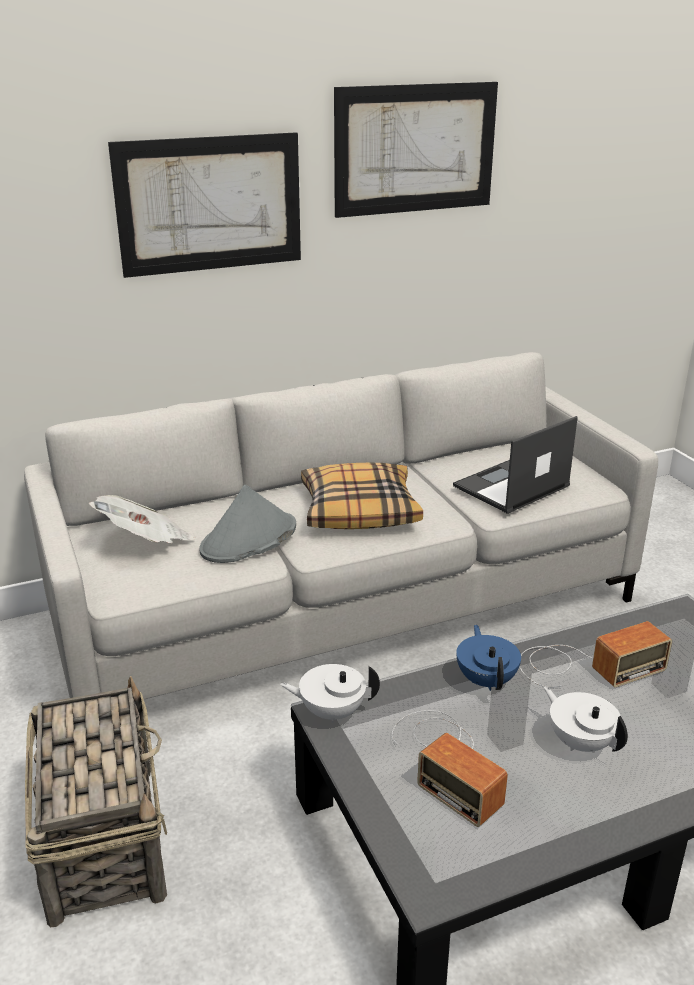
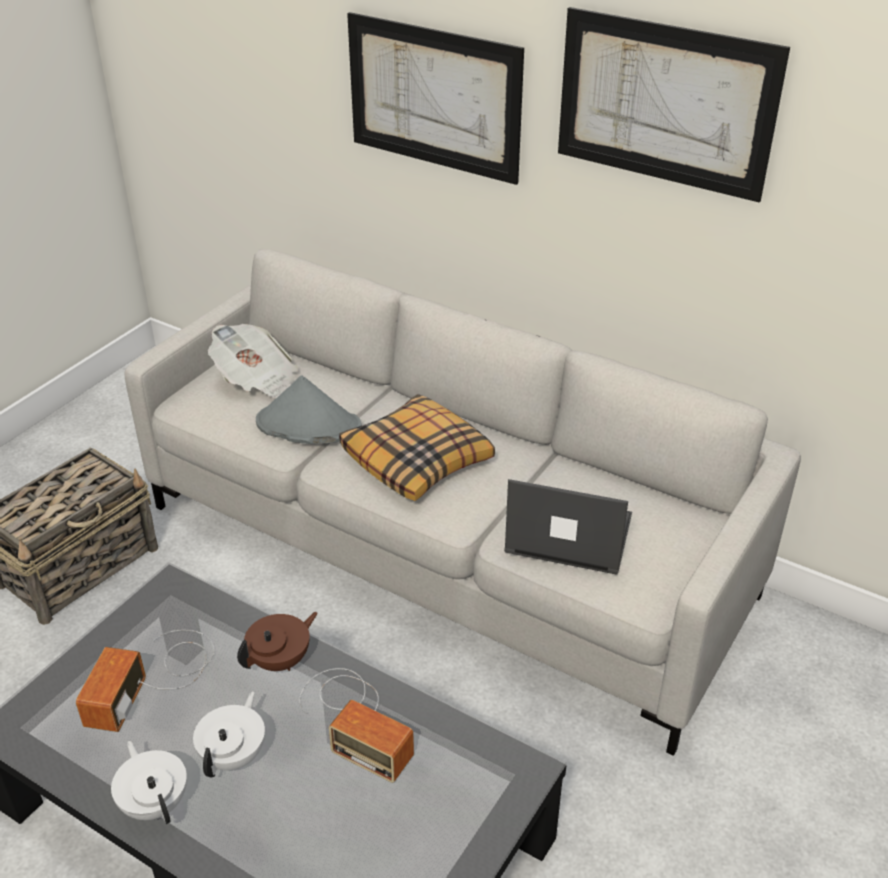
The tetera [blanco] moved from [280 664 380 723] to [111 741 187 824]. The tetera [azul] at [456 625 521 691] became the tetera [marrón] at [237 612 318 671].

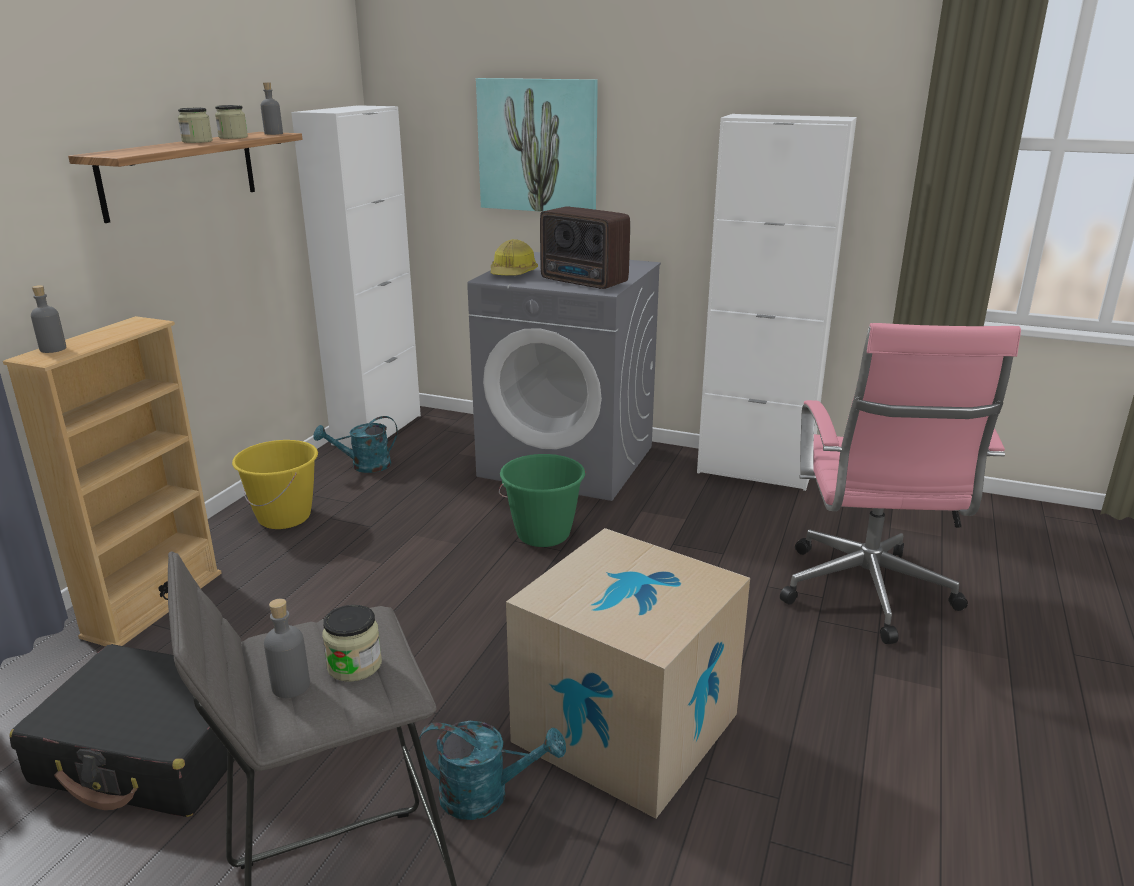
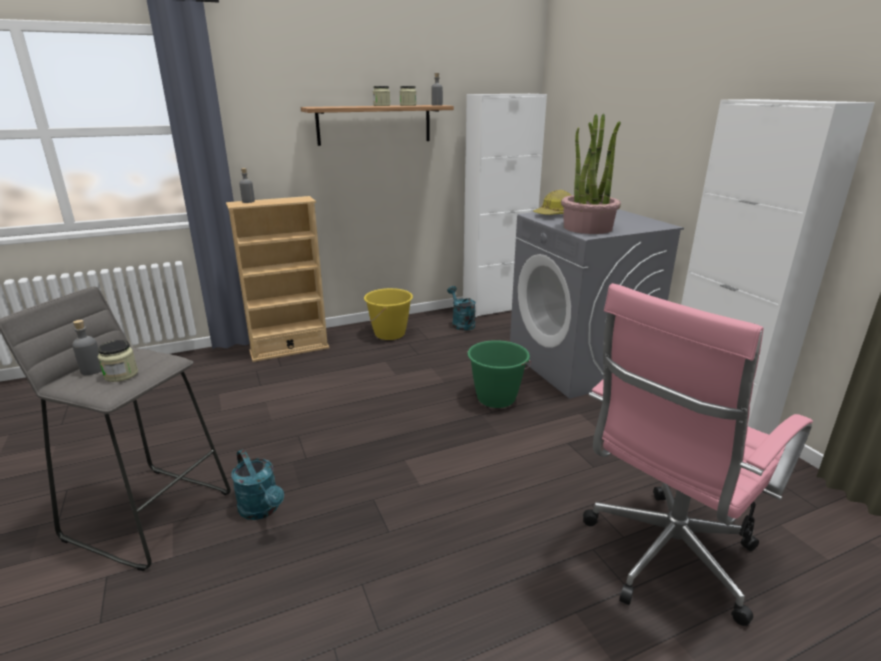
The maleta [negro] at [9 644 235 817] disappeared. The cuadro at [476 78 598 212] disappeared. The caja de cartón at [506 528 750 819] disappeared. The radio at [540 206 630 289] was replaced by the planta en maceta at [561 113 621 234]. The regadera [turquesa] at [313 416 398 473] turned 45 degrees clockwise.

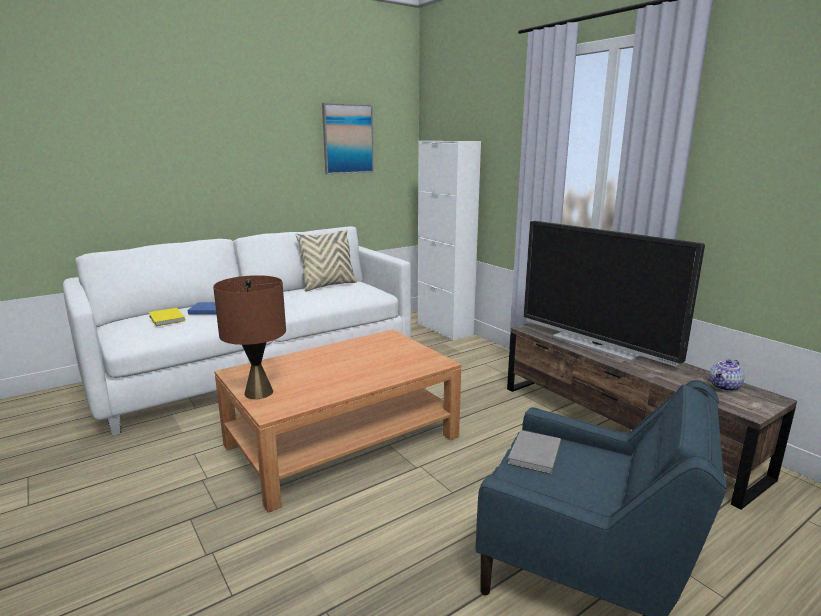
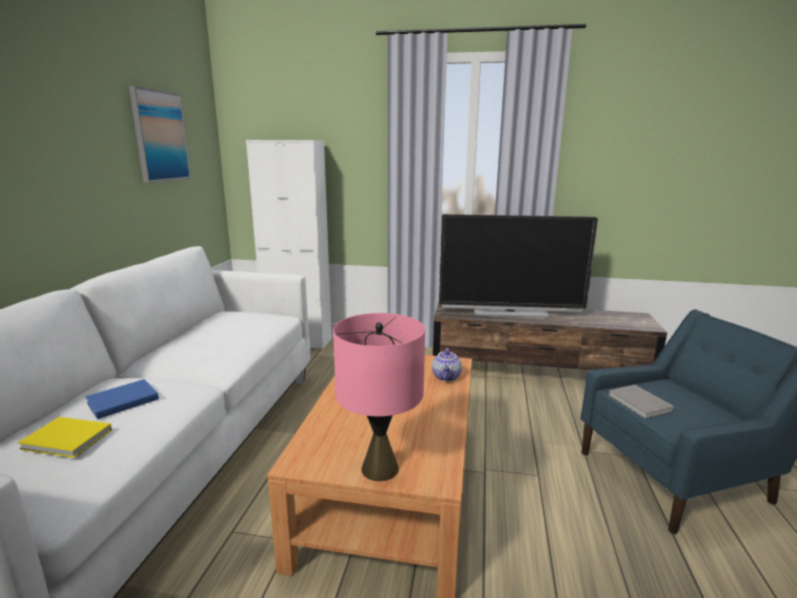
The cojín [beis] at [295 229 357 292] disappeared. The tetera moved from [709 359 744 392] to [432 348 462 381]. The lámpara de mesa [marrón] at [213 275 286 399] became the lámpara de mesa [rosa] at [333 313 425 481].

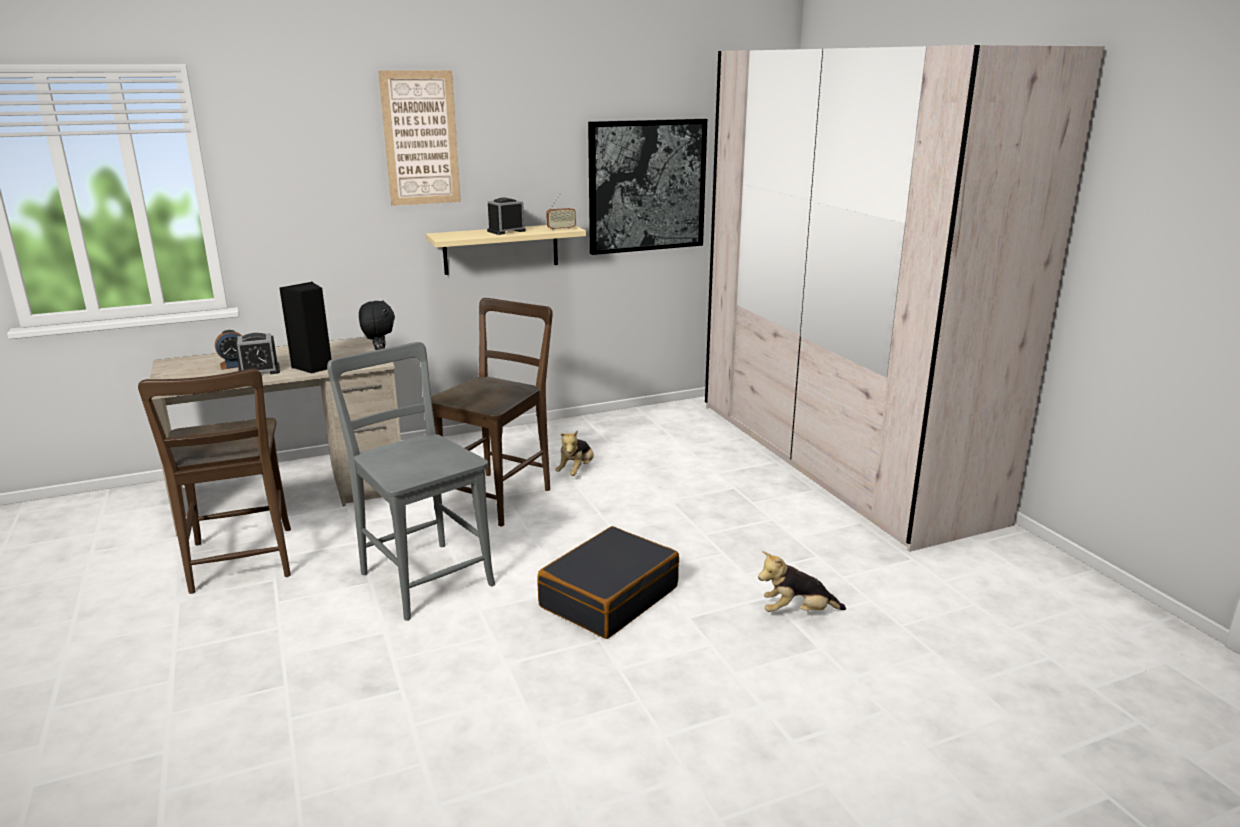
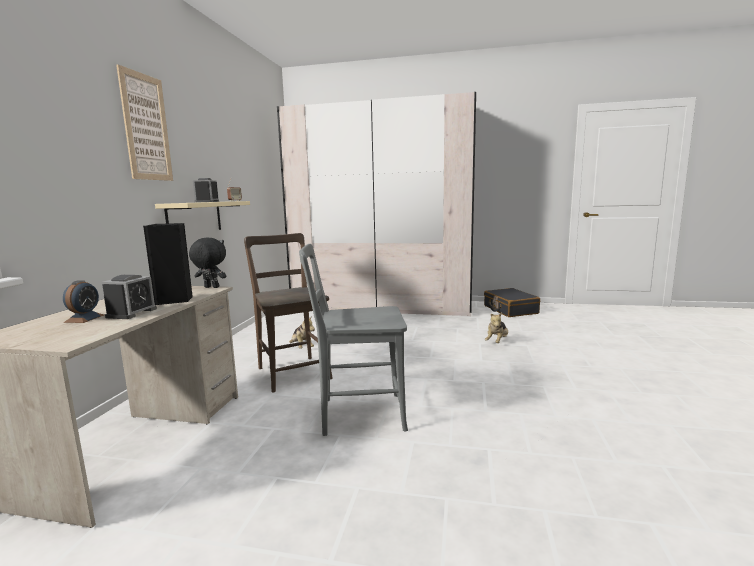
The silla [marrón] at [138 369 291 594] disappeared. The cuadro at [588 119 707 255] disappeared. The maleta [negro] moved from [537 526 679 639] to [484 288 540 317].

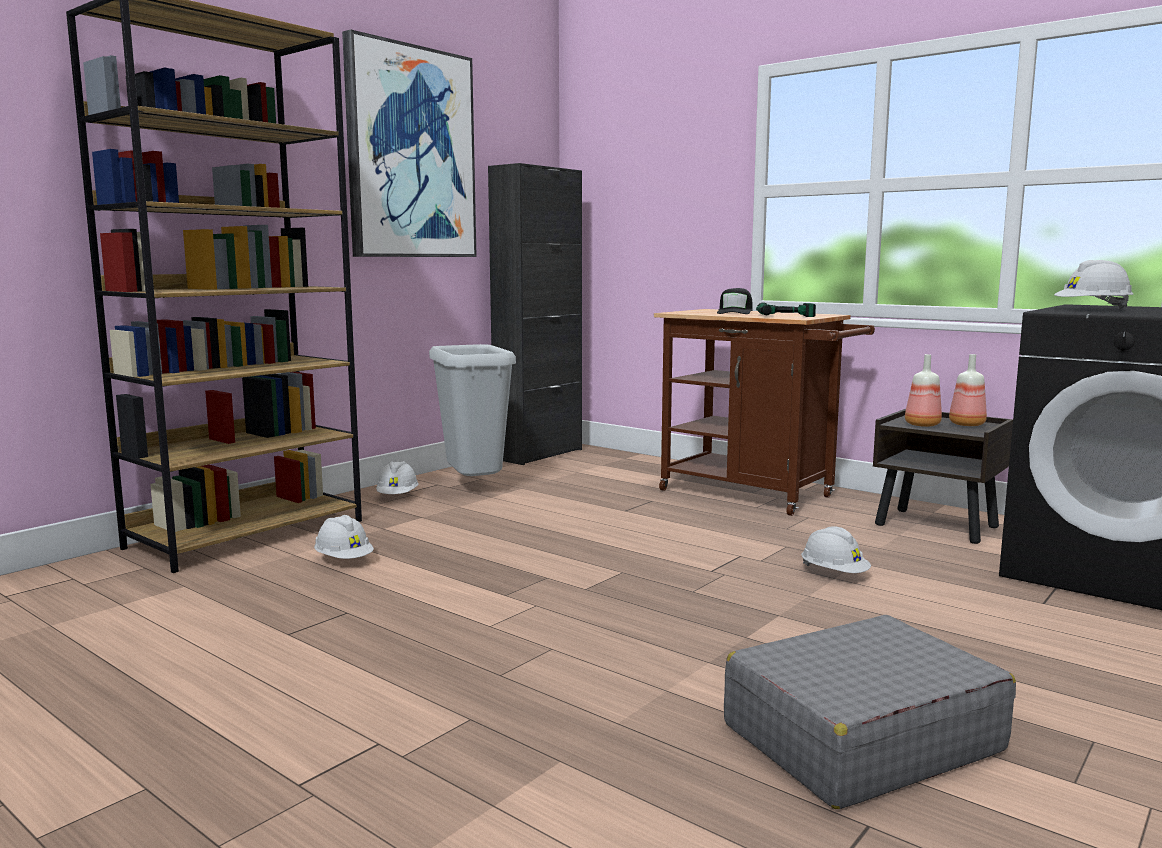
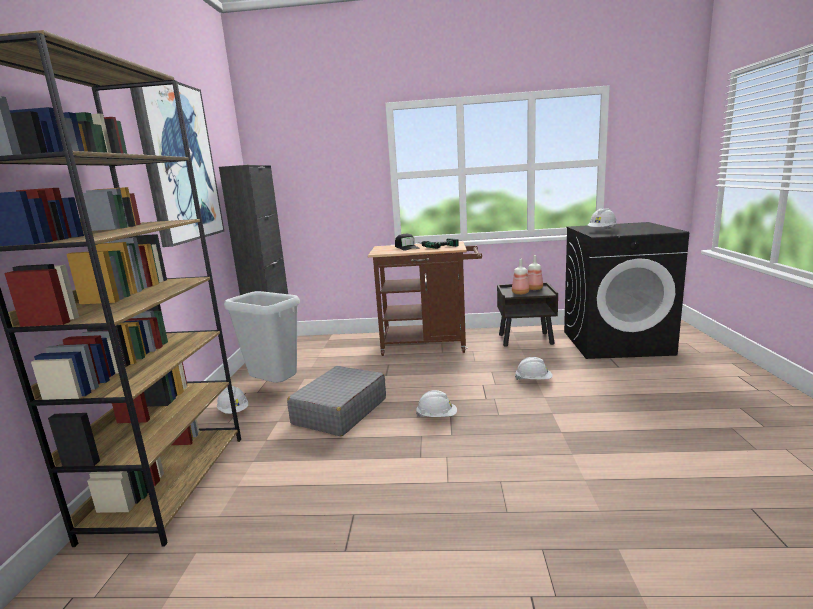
The casco [blanco] moved from [314 515 374 559] to [416 390 457 417]. The maleta [gris] moved from [724 615 1016 809] to [287 366 386 436].

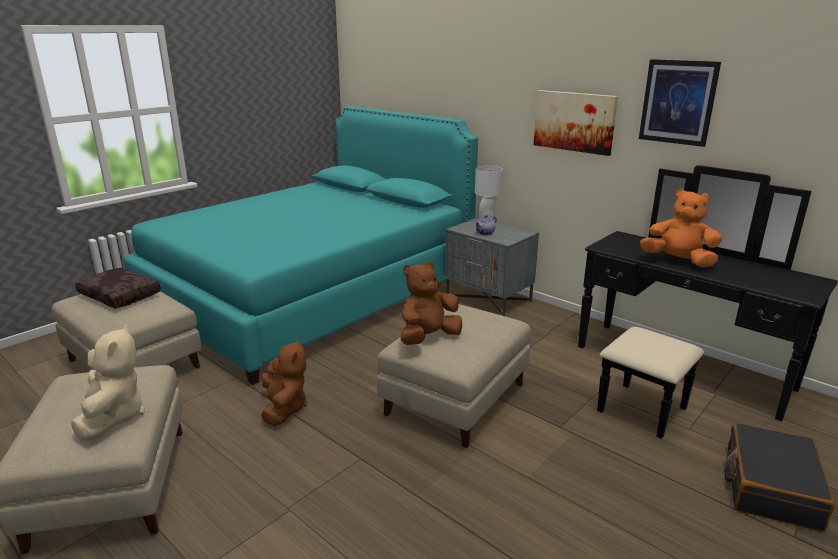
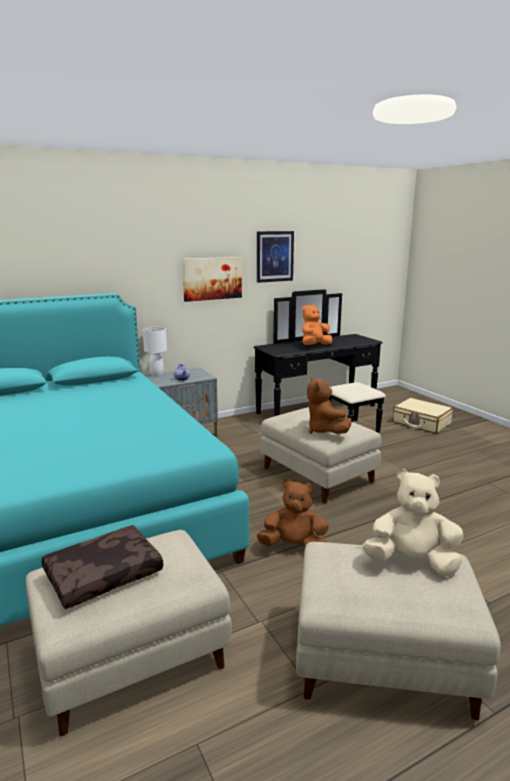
The maleta [negro] at [725 423 835 532] became the maleta [beis] at [393 398 453 433].

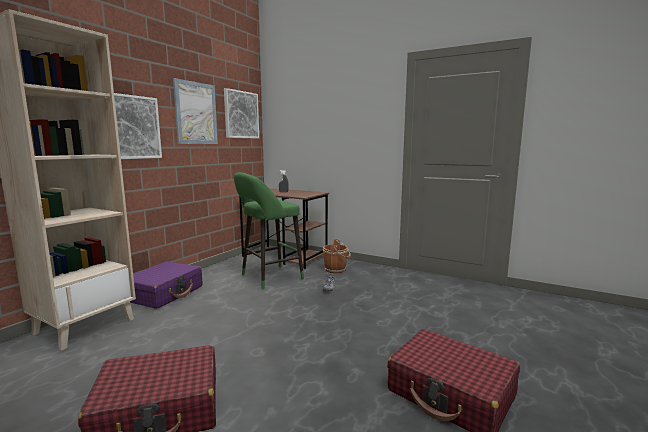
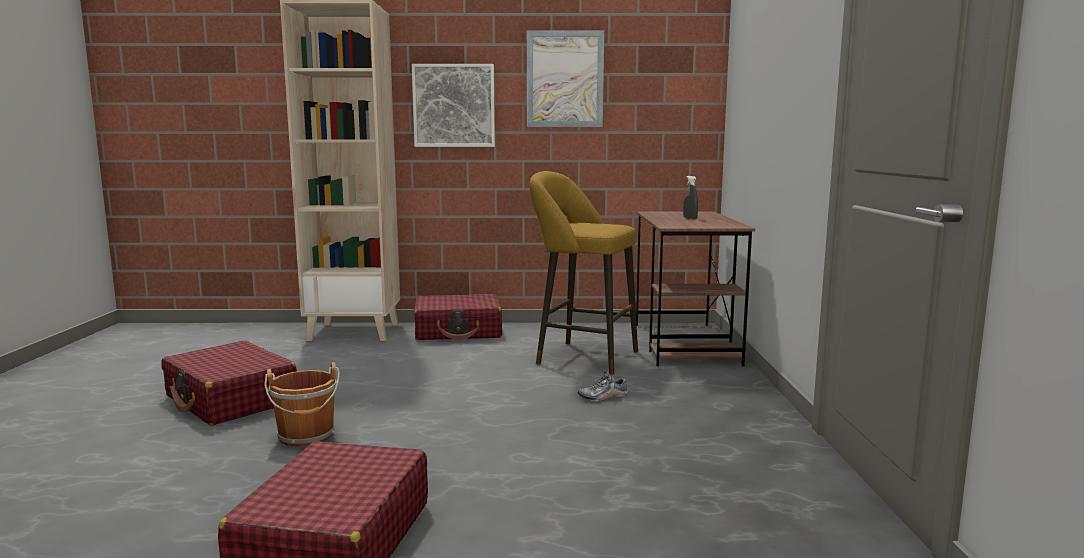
The cuadro at [224 88 259 138] disappeared. The cubo [marrón] moved from [323 239 351 273] to [264 362 340 447]. The maleta [morado] at [130 261 202 309] became the maleta [rojo] at [414 294 502 340]. The taburete [verde] at [234 172 304 289] became the taburete [amarillo] at [530 171 638 375].

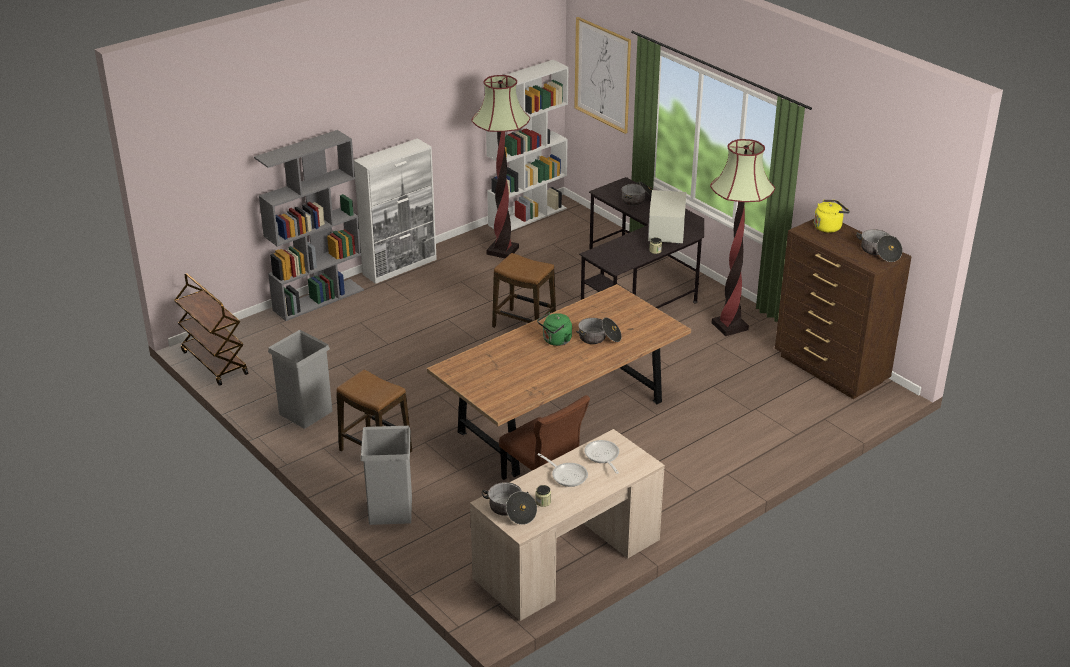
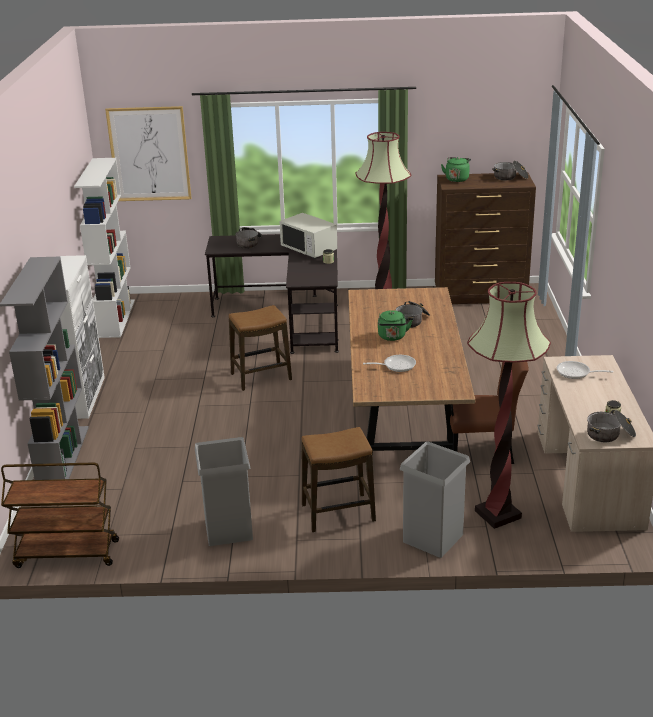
The lámpara de pie moved from [471 75 530 258] to [467 282 551 529]. The sartén moved from [537 453 588 487] to [363 355 416 372]. The hervidor [amarillo] at [814 200 850 233] became the hervidor [verde] at [441 157 471 182].

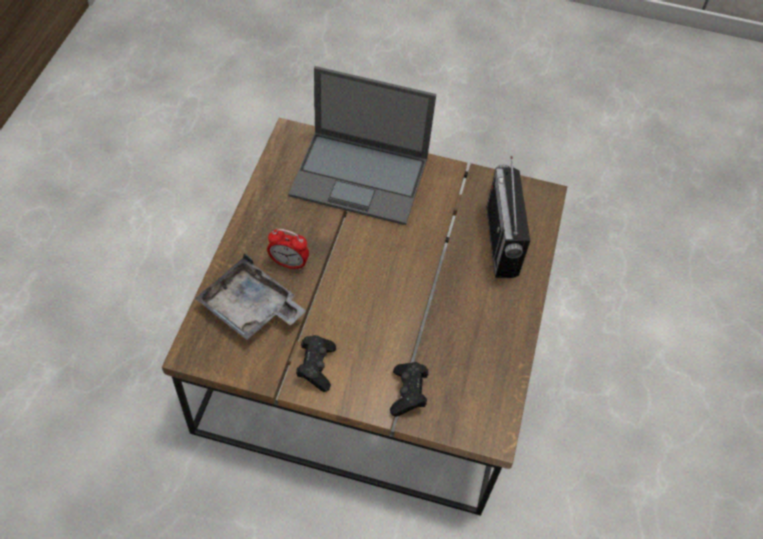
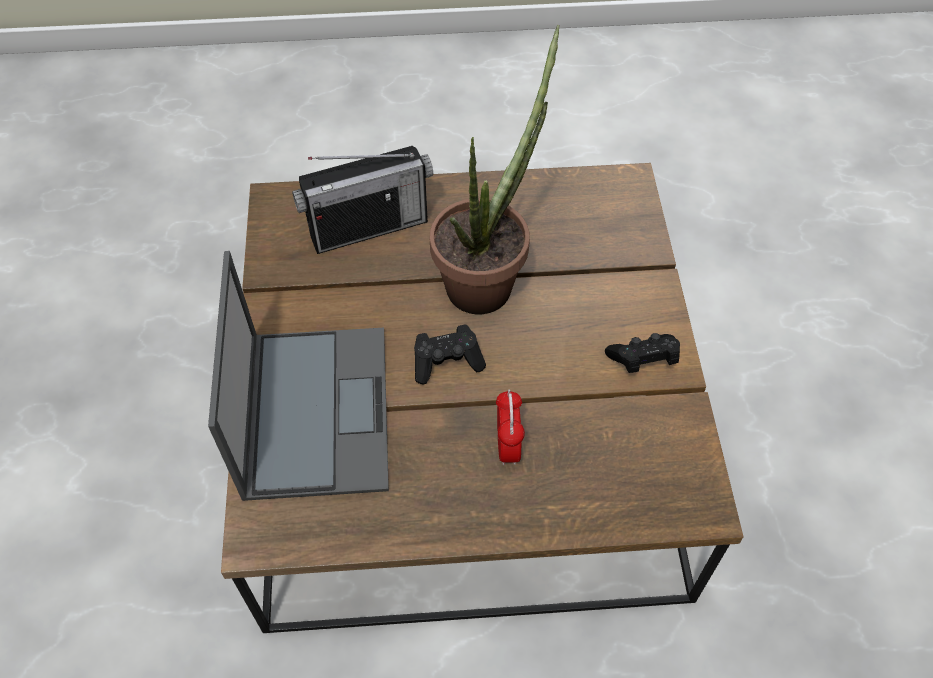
The bandeja [gris] at [195 253 306 340] disappeared. The planta en maceta at [430 25 560 314] appeared. The mando de consola [negro] moved from [390 362 428 417] to [414 324 486 384].

